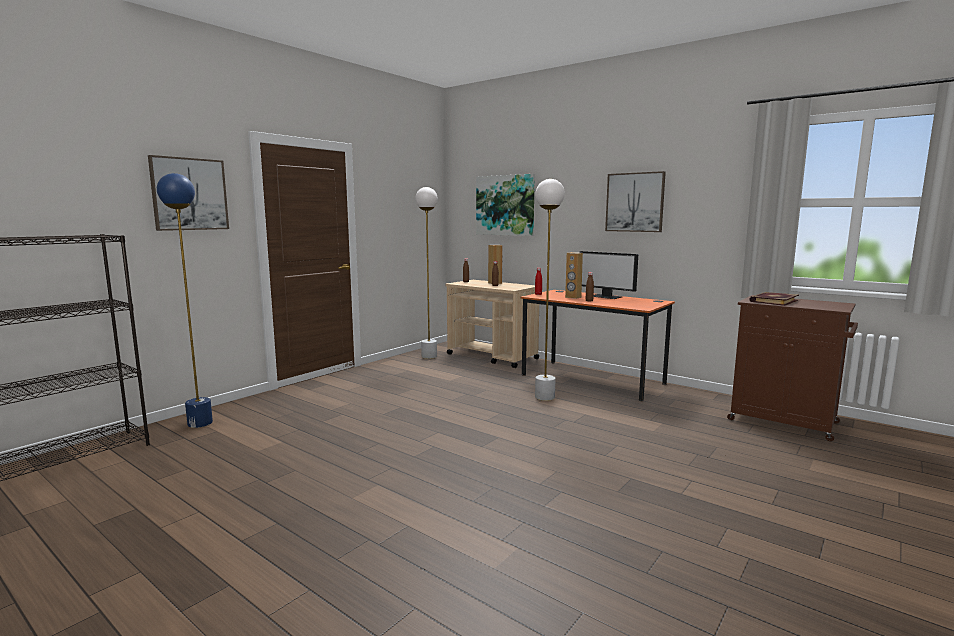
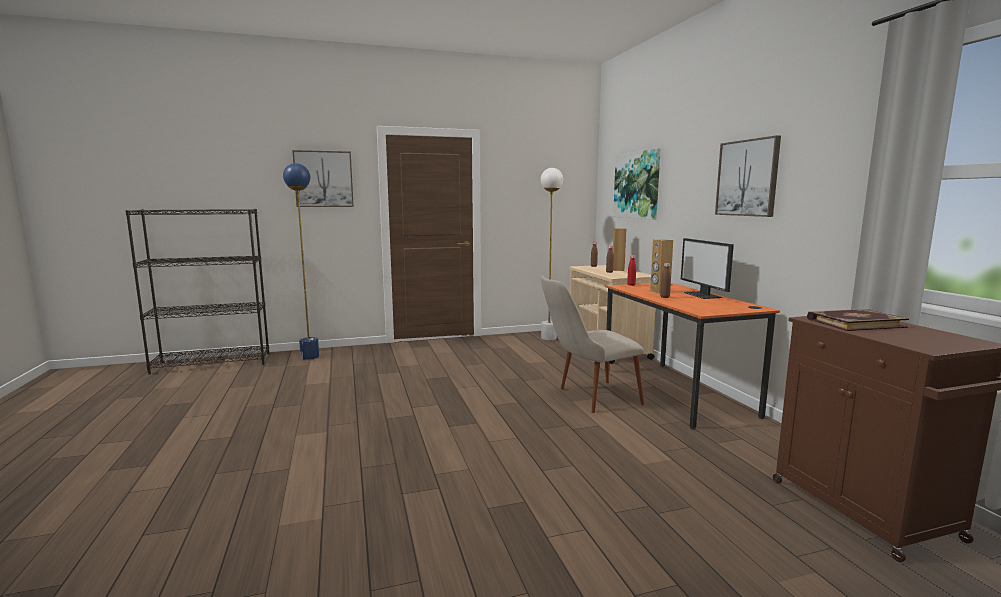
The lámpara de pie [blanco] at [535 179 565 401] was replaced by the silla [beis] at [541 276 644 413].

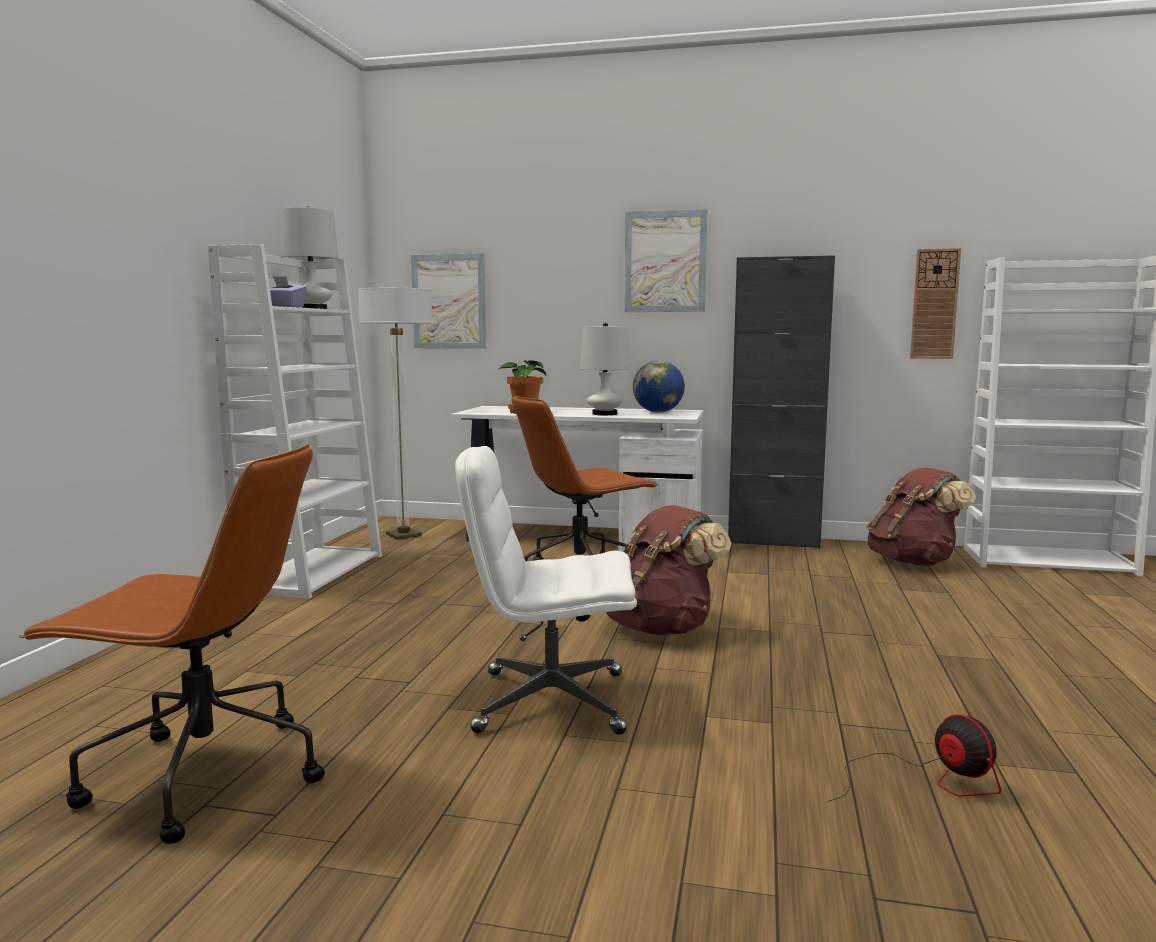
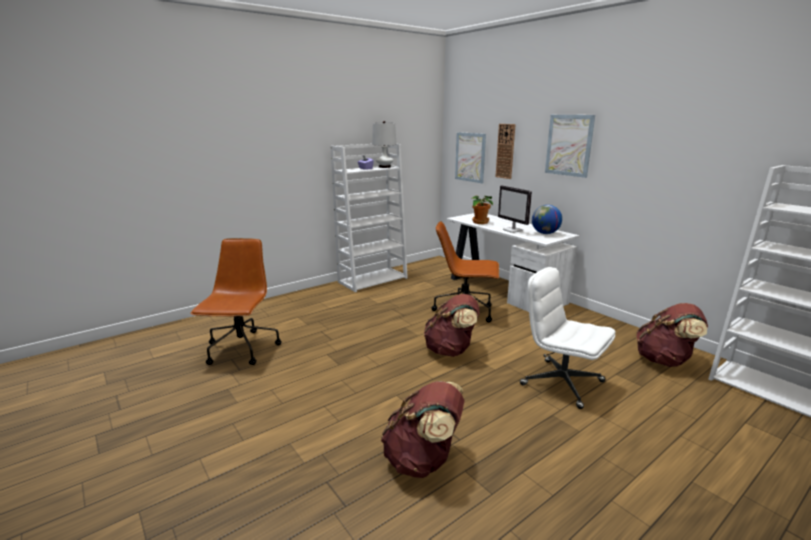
The lámpara de pie at [358 288 433 540] disappeared. The armario [negro] at [728 255 835 549] disappeared. The silla de oficina [blanco] moved from [455 446 637 735] to [520 267 615 409]. The reloj de pared moved from [910 248 961 359] to [495 124 516 179]. The lámpara de mesa [blanco] at [580 323 630 415] was replaced by the monitor at [498 186 532 233]. The ventilador at [828 714 1001 802] was replaced by the mochila [marrón] at [381 381 465 478]. The silla de oficina [marrón] at [19 444 325 844] turned 135 degrees counterclockwise.

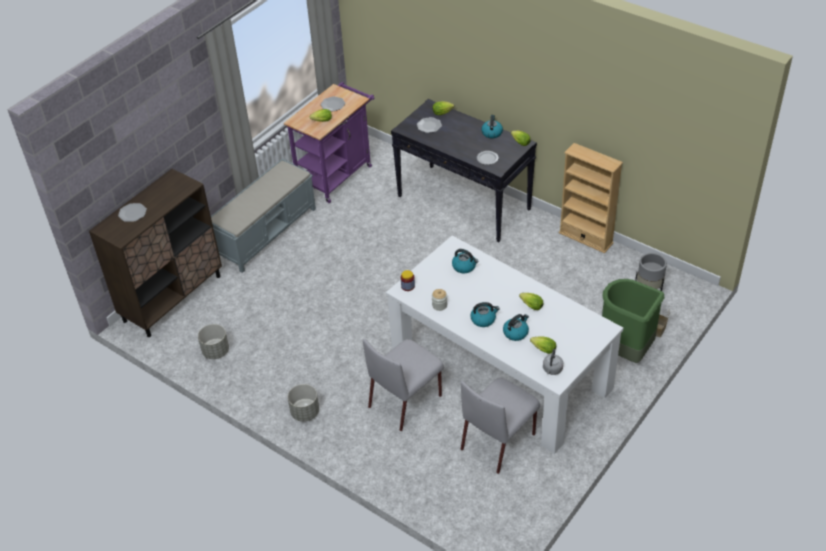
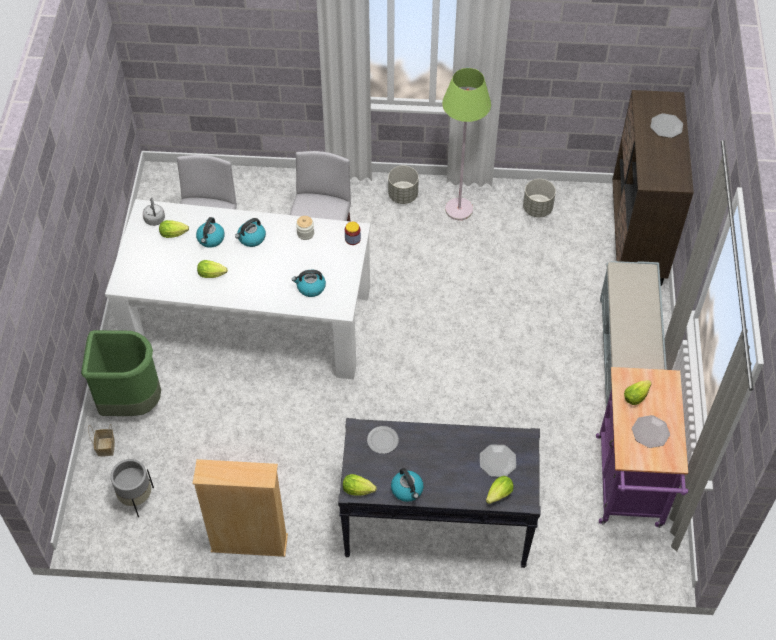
The lámpara de pie [verde] at [442 68 491 220] appeared.

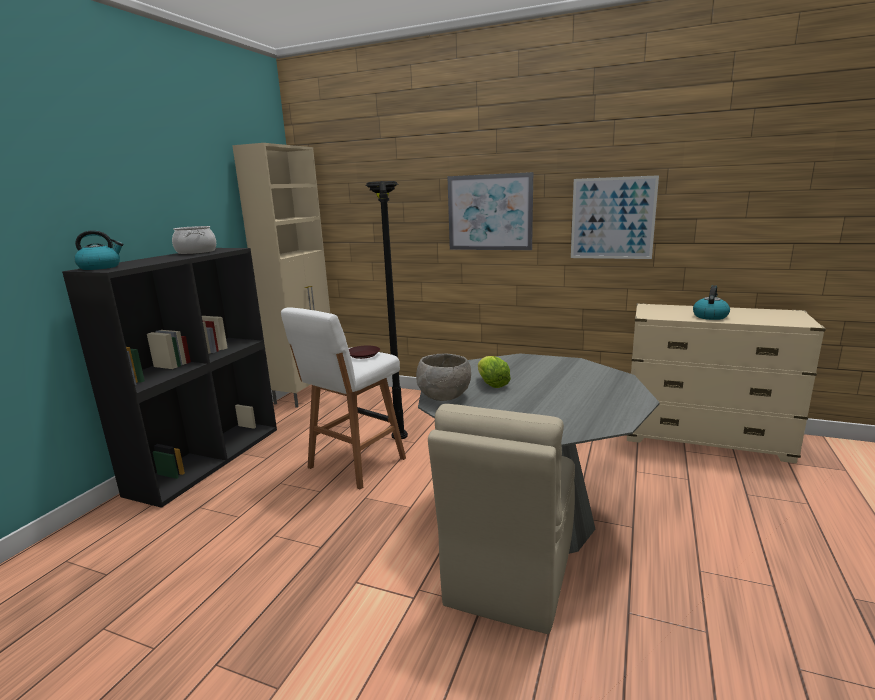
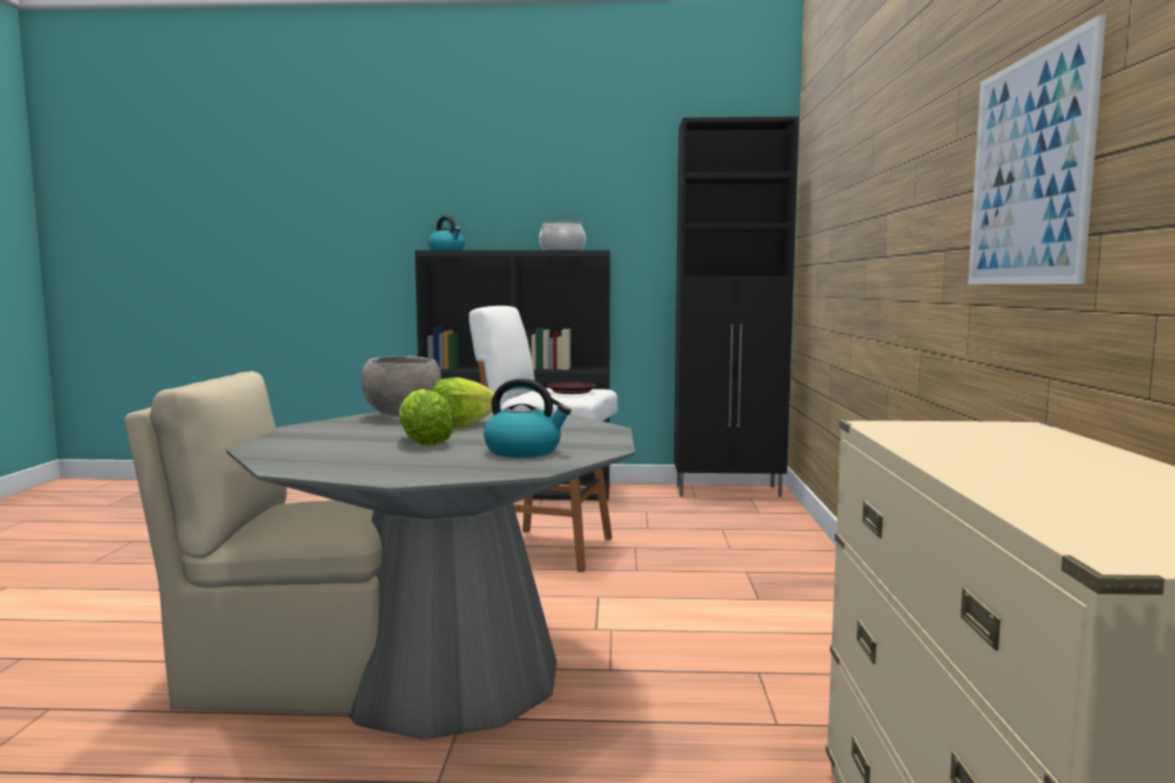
The lámpara de pie [negro] at [365 181 408 439] disappeared. The cuadro at [447 172 533 250] disappeared. The lechuga at [399 389 454 446] appeared. The hervidor moved from [693 285 730 320] to [484 378 571 458]. The armario [beis] at [232 143 330 408] became the armario [negro] at [674 117 799 497].

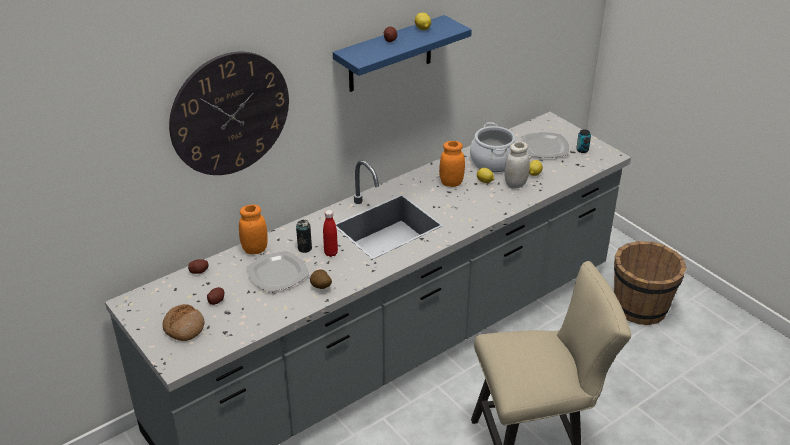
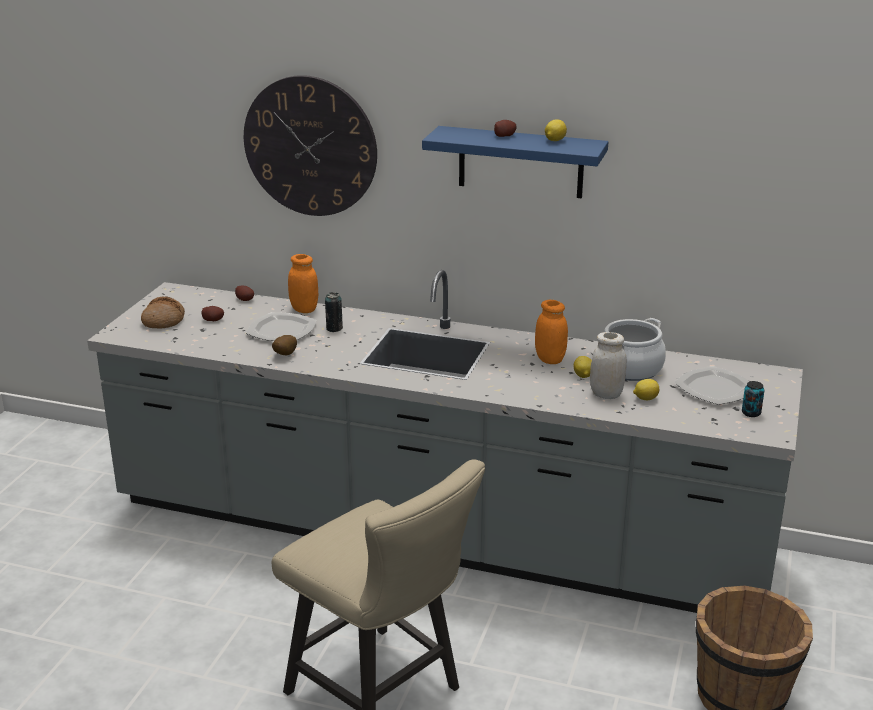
The botella [rojo] at [323 210 338 257] disappeared.

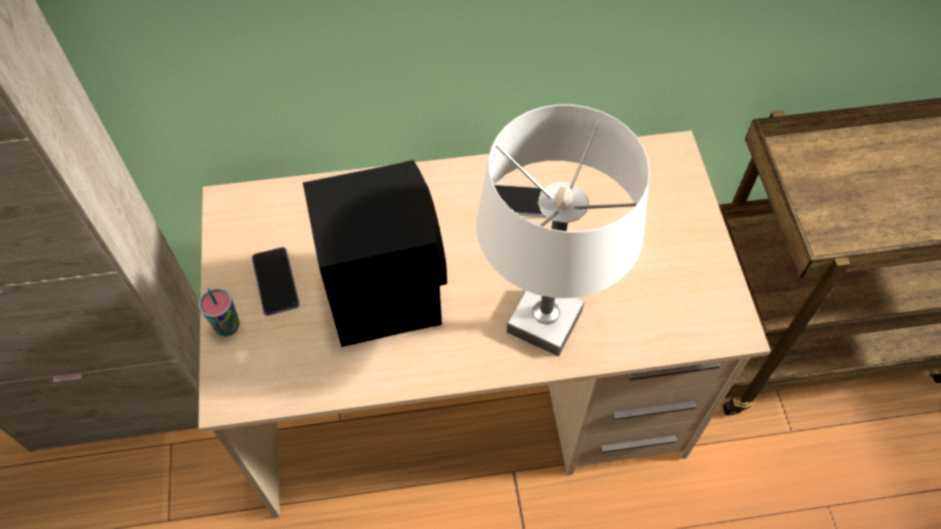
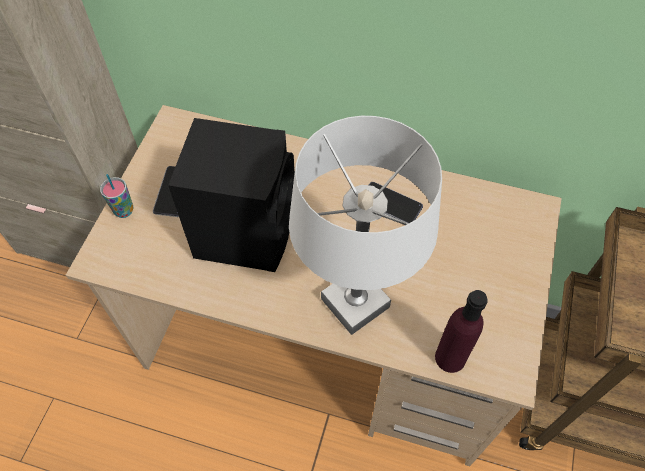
The botella [morado] at [435 290 488 373] appeared.

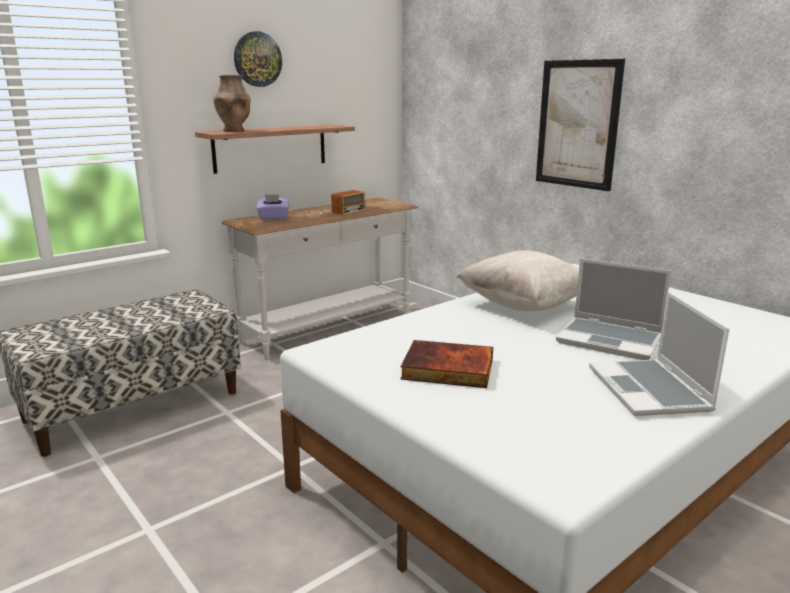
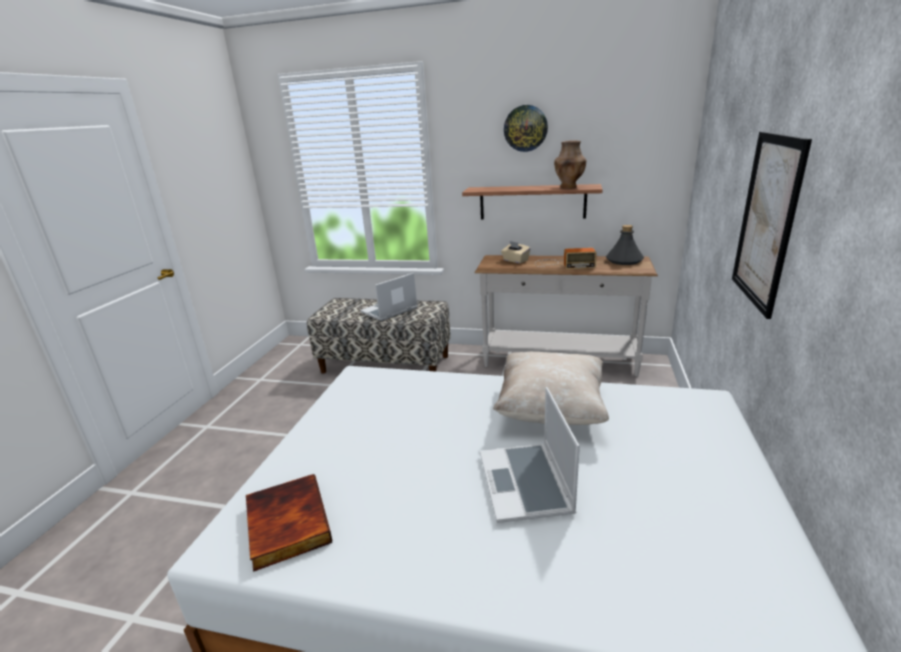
The botella [gris] at [606 225 644 265] appeared. The florero [marrón] moved from [213 75 251 132] to [554 140 586 189]. The libro moved from [400 340 493 388] to [246 474 332 572]. The portátil moved from [589 292 729 416] to [360 273 417 321]. The caja de pañuelos [morado] at [256 194 289 220] became the caja de pañuelos [beis] at [501 241 531 263].

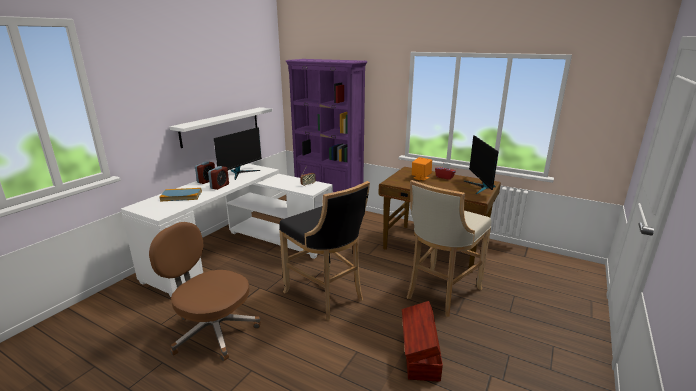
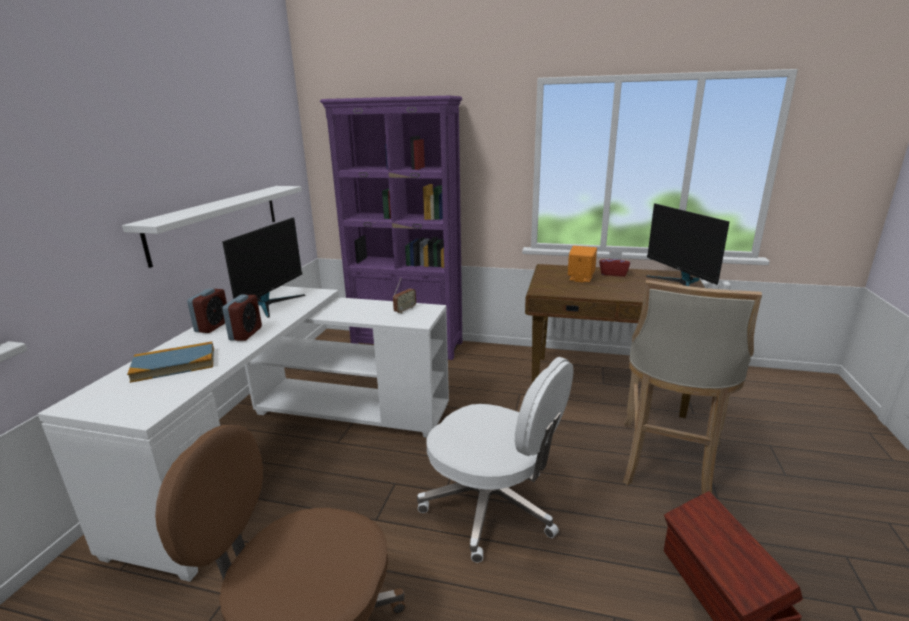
The taburete [negro] at [279 181 370 320] was replaced by the silla de oficina [blanco] at [417 357 573 563].

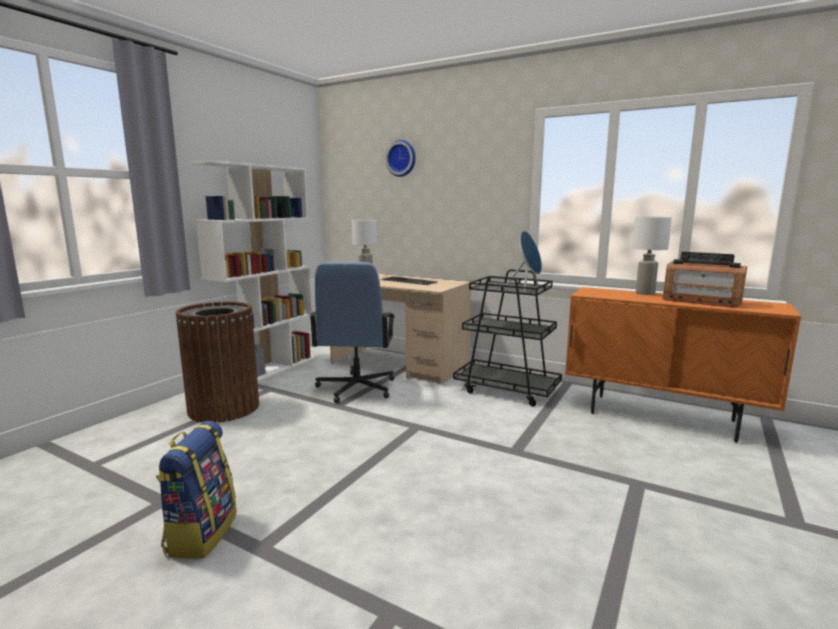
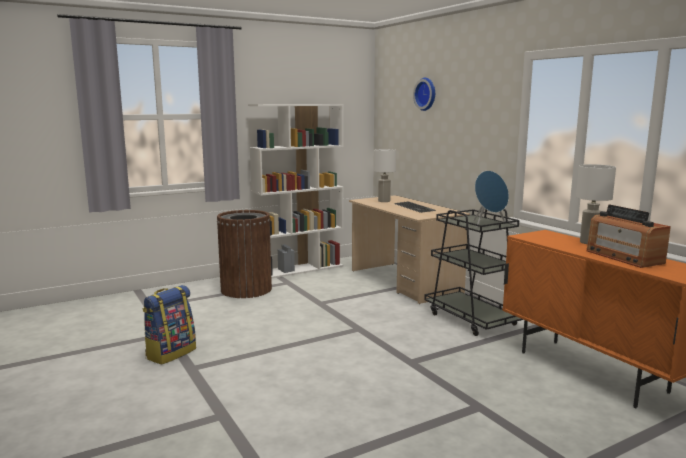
The silla de oficina [azul] at [309 262 395 403] disappeared.

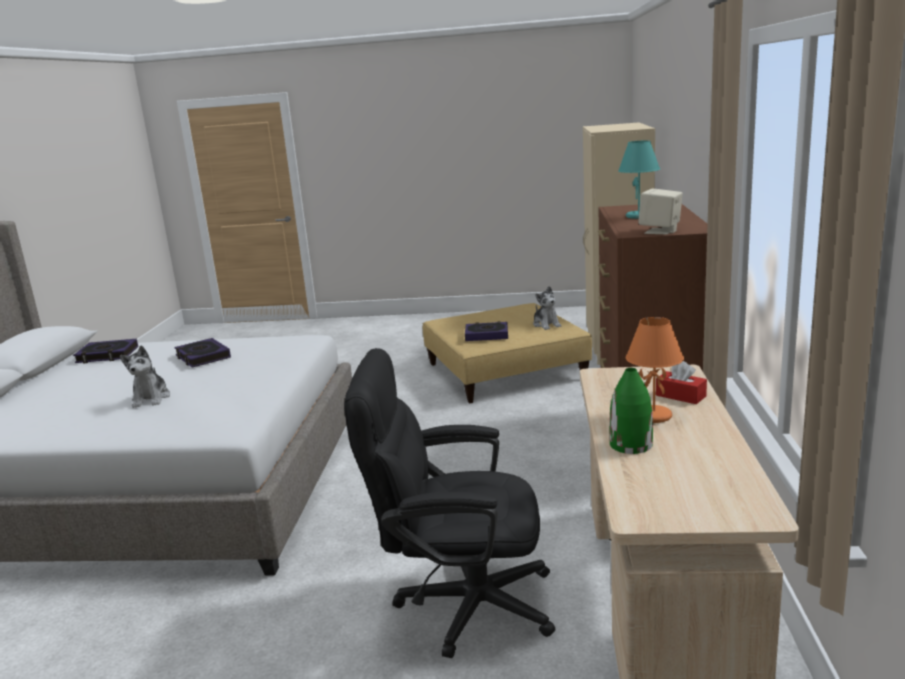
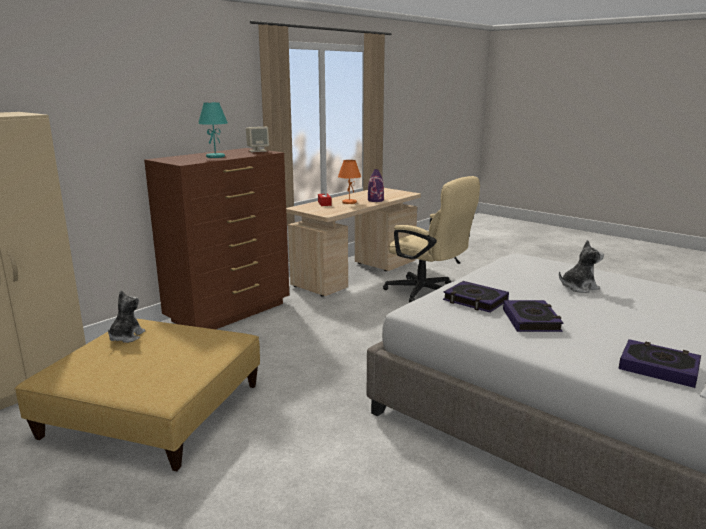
The libro moved from [465 321 508 341] to [443 281 509 312]. The silla de oficina [negro] at [344 348 555 658] became the silla de oficina [beis] at [383 176 480 303]. The florero [verde] at [609 368 653 454] became the florero [morado] at [368 169 384 202]. The peluche at [120 345 170 408] turned 45 degrees clockwise.

